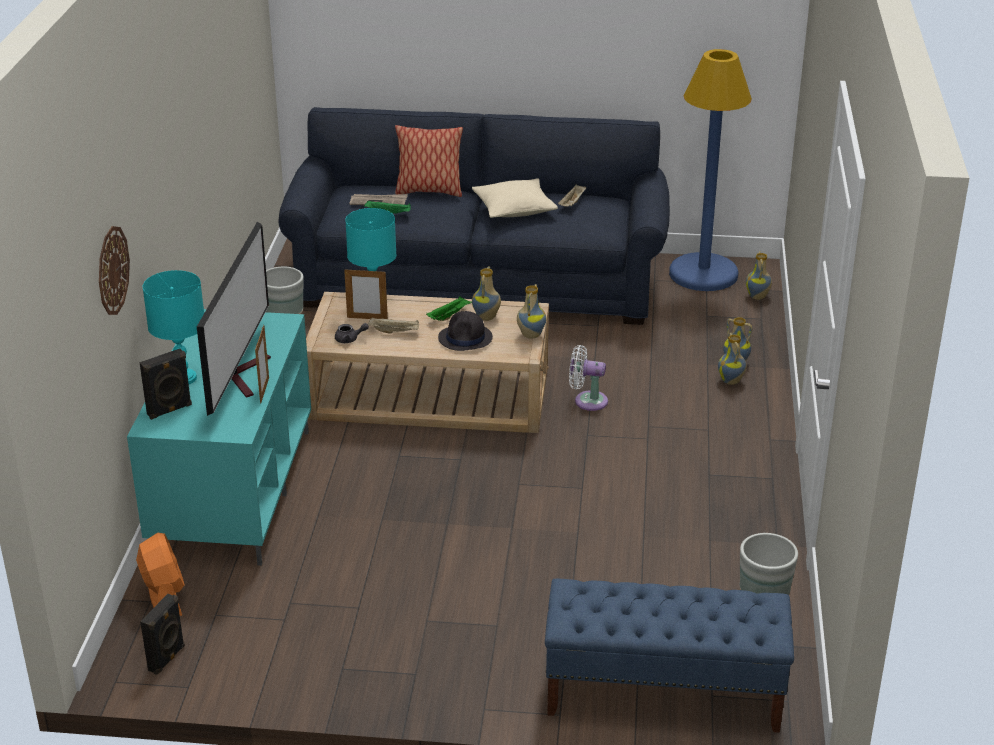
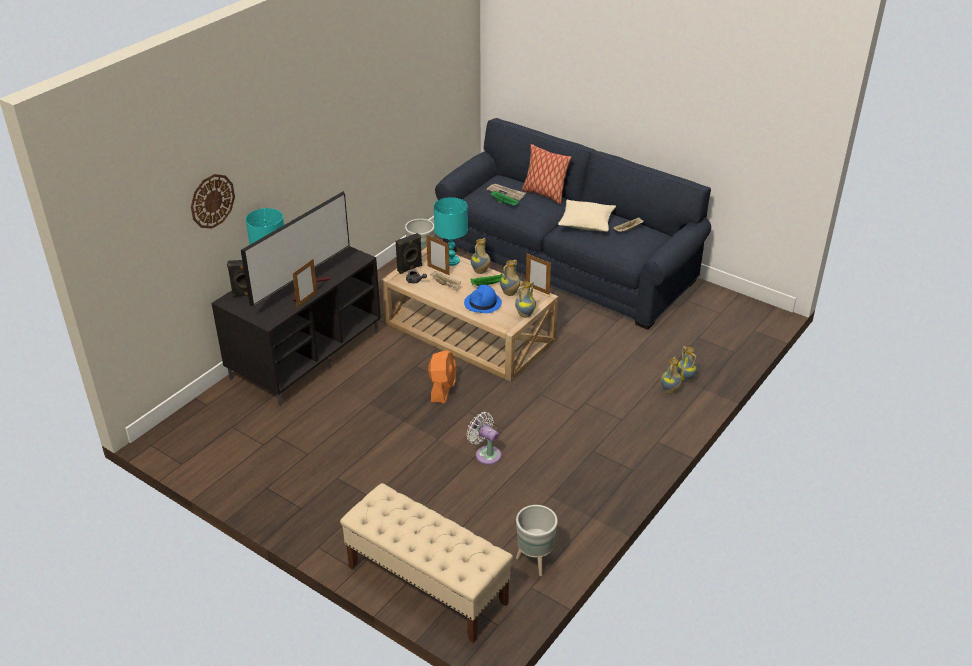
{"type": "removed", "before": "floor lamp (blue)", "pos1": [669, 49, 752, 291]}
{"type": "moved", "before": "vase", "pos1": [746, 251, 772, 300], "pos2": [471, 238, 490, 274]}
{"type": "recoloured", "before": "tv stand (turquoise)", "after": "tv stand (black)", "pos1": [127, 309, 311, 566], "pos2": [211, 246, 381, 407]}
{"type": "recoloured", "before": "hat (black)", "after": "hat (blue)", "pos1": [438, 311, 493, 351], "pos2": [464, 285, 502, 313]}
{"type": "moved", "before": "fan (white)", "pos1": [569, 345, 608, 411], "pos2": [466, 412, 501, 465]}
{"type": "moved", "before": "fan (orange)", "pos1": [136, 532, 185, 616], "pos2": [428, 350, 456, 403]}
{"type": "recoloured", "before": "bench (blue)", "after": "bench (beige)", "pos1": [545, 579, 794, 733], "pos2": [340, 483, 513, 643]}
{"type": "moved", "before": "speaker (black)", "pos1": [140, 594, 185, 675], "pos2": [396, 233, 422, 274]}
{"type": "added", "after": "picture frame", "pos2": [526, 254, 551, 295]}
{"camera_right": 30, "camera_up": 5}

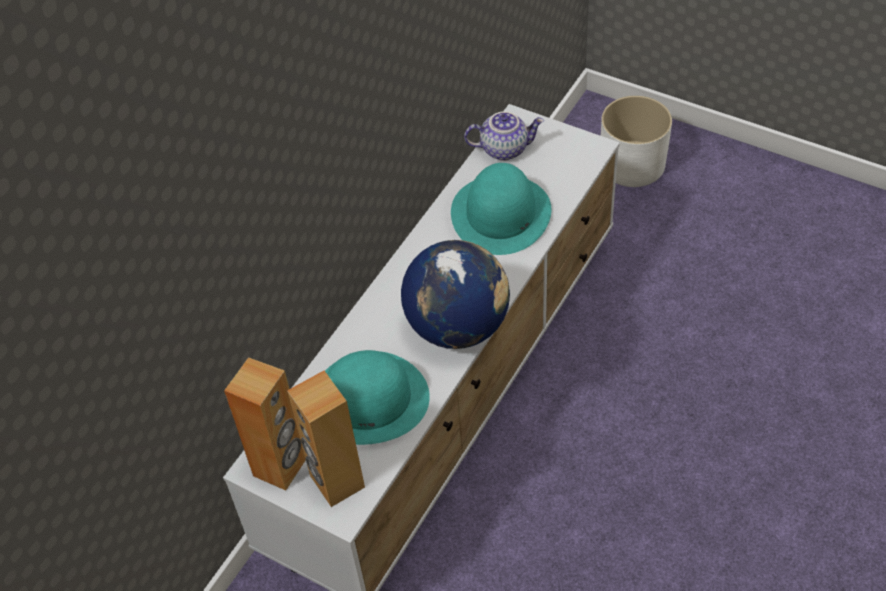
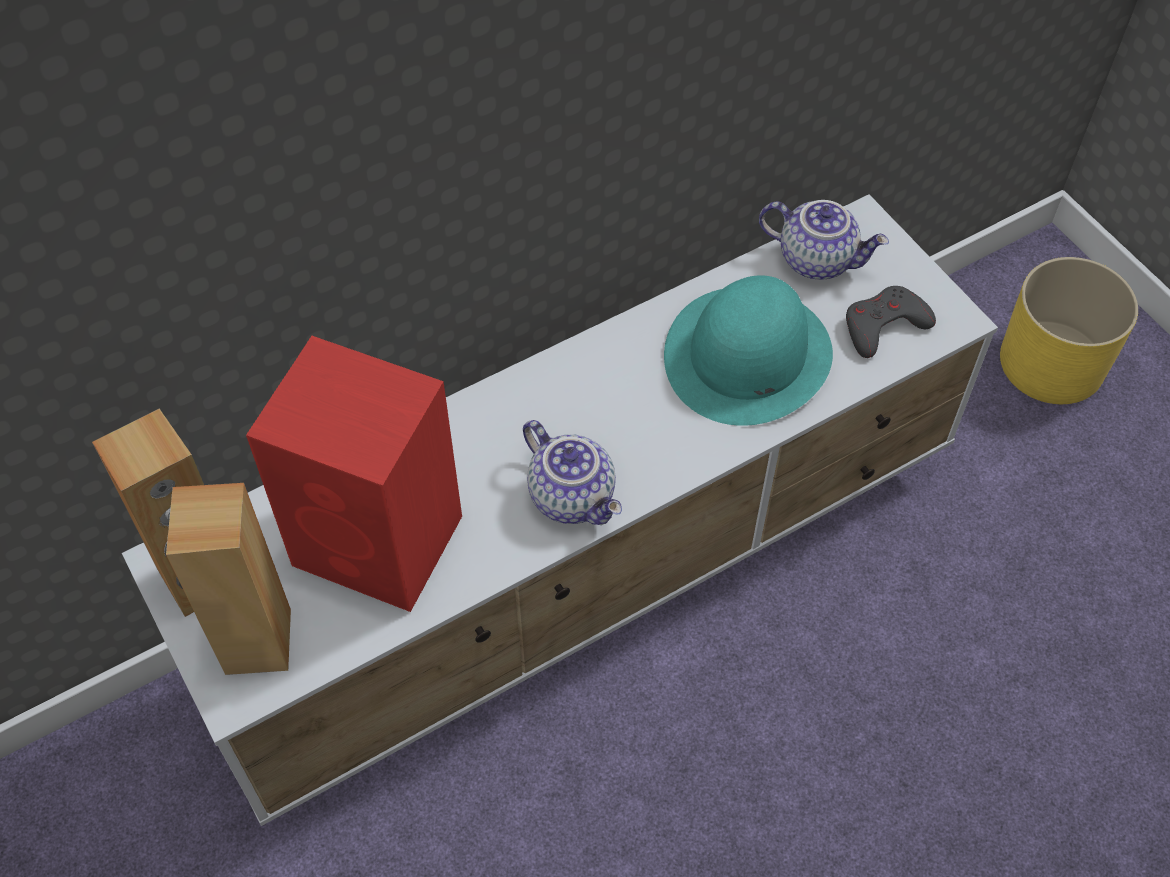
{"type": "recoloured", "before": "planter (white)", "after": "planter (yellow)", "pos1": [601, 96, 672, 187], "pos2": [1000, 257, 1138, 404]}
{"type": "replaced", "before": "globe", "after": "teapot", "pos1": [401, 240, 510, 349], "pos2": [523, 420, 622, 525]}
{"type": "replaced", "before": "hat (turquoise)", "after": "speaker (red)", "pos1": [325, 350, 430, 445], "pos2": [246, 336, 462, 612]}
{"type": "added", "after": "game controller (grey)", "pos2": [846, 286, 936, 358]}
{"camera_right": 25, "camera_up": 5}

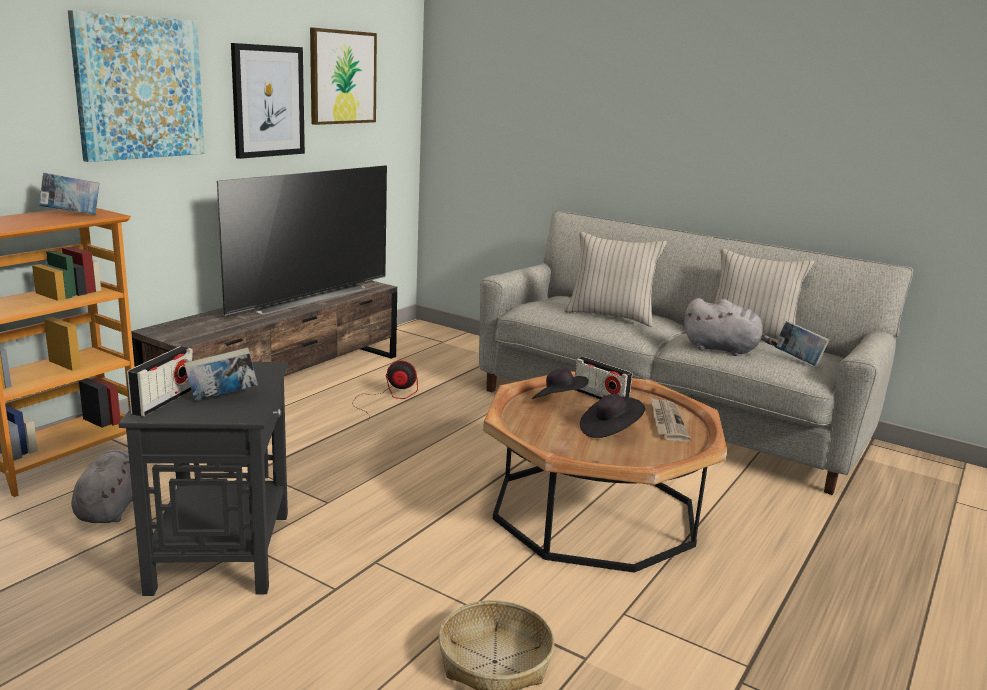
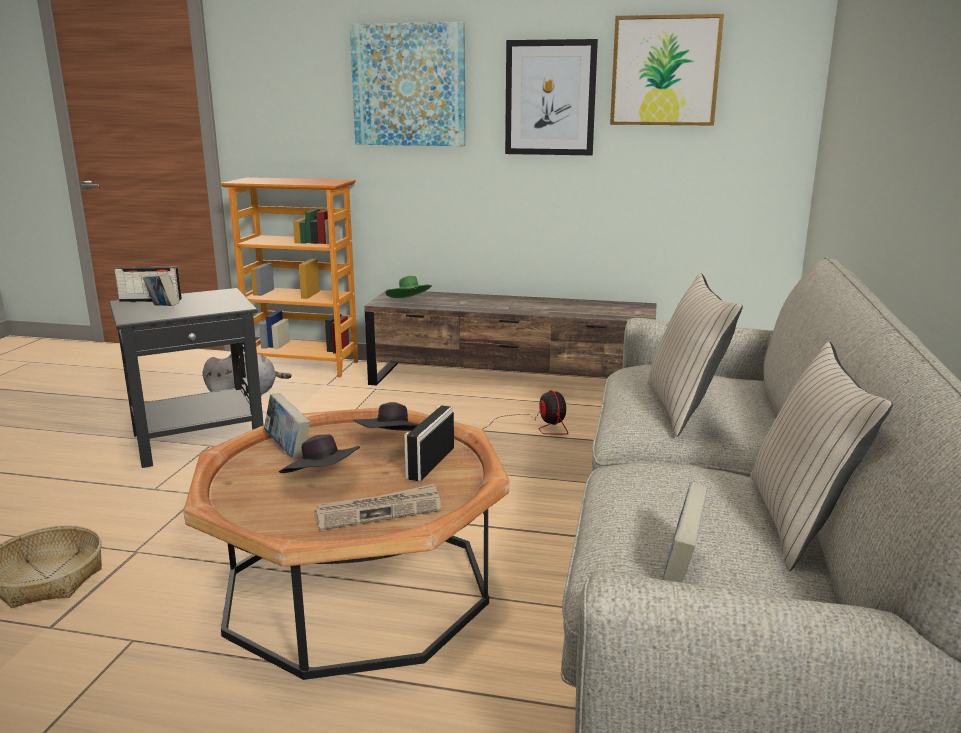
{"type": "removed", "before": "television", "pos1": [217, 165, 387, 316]}
{"type": "moved", "before": "book", "pos1": [39, 173, 99, 215], "pos2": [264, 394, 310, 459]}
{"type": "removed", "before": "plush toy (grey)", "pos1": [684, 298, 778, 356]}
{"type": "added", "after": "hat (green)", "pos2": [386, 276, 432, 298]}
{"camera_right": 70, "camera_up": 0}

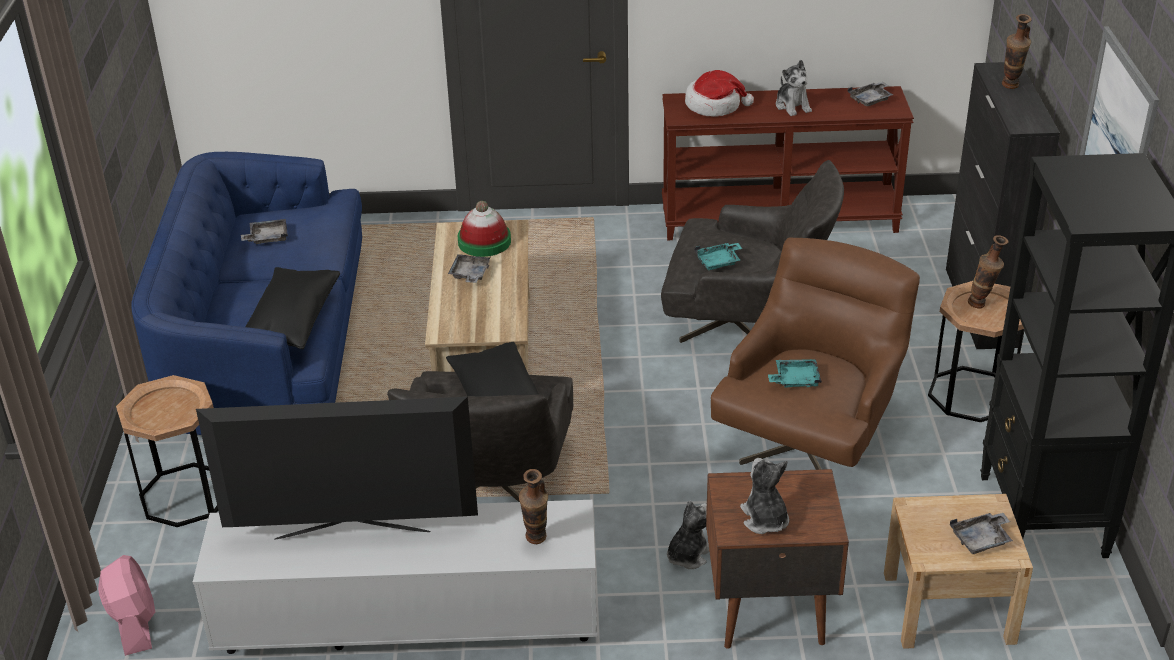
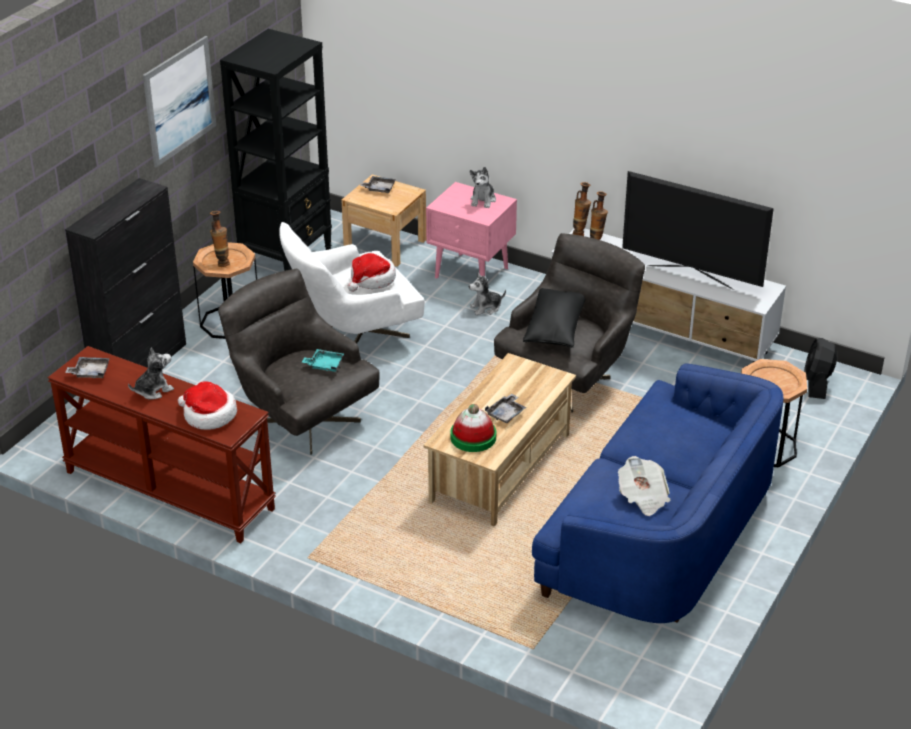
{"type": "moved", "before": "vase", "pos1": [1002, 14, 1032, 89], "pos2": [572, 182, 591, 236]}
{"type": "turned", "before": "plush toy", "pos1": [776, 60, 812, 116], "pos2": [128, 347, 174, 400], "turn": 45}
{"type": "replaced", "before": "tray (grey)", "after": "newspaper", "pos1": [241, 219, 288, 244], "pos2": [618, 456, 670, 516]}
{"type": "recoloured", "before": "armchair (brown)", "after": "armchair (white)", "pos1": [711, 238, 920, 470], "pos2": [279, 222, 425, 343]}
{"type": "removed", "before": "pillow (black)", "pos1": [245, 267, 340, 349]}
{"type": "replaced", "before": "tray (turquoise)", "after": "hat", "pos1": [768, 359, 822, 387], "pos2": [348, 253, 396, 292]}
{"type": "recoloured", "before": "nightstand (brown)", "after": "nightstand (pink)", "pos1": [706, 469, 849, 649], "pos2": [426, 182, 517, 278]}
{"type": "recoloured", "before": "fan (pink)", "after": "fan (black)", "pos1": [98, 555, 155, 656], "pos2": [804, 338, 837, 399]}
{"camera_right": -150, "camera_up": 0}

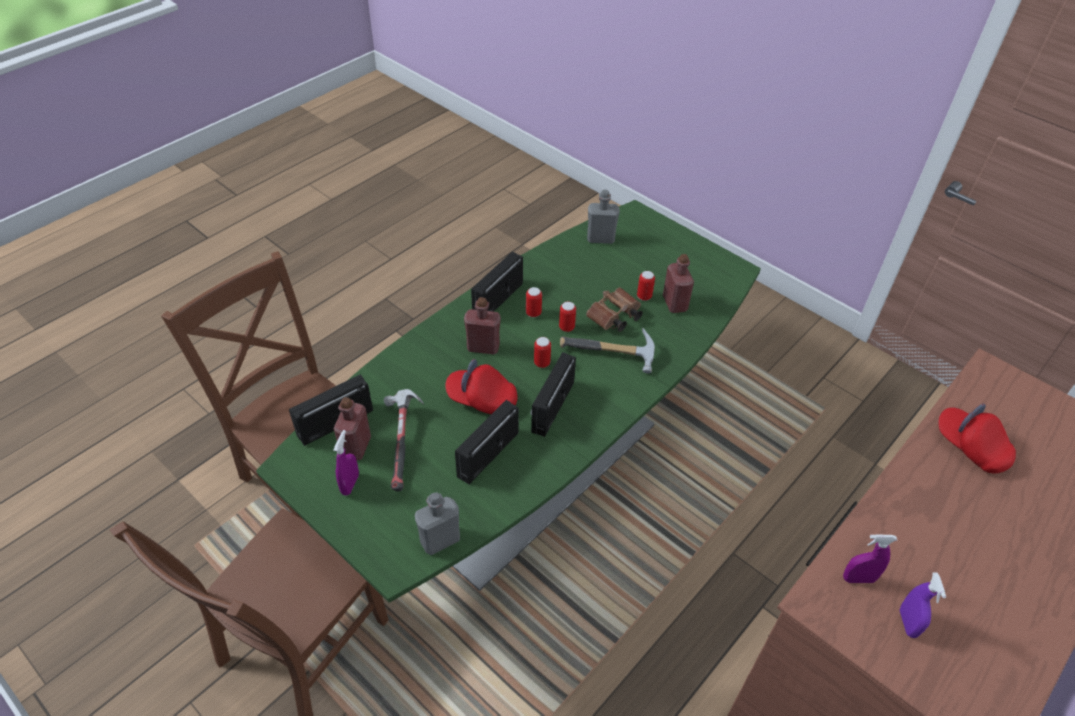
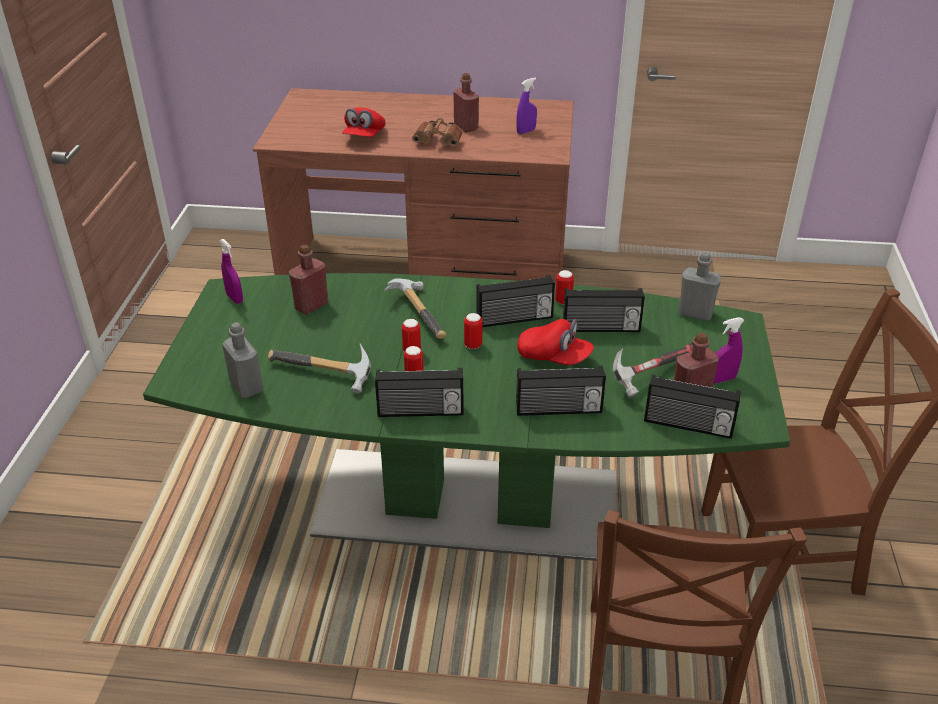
{"type": "moved", "before": "can", "pos1": [637, 271, 655, 301], "pos2": [555, 270, 574, 305]}
{"type": "moved", "before": "binoculars (brown)", "pos1": [586, 287, 643, 332], "pos2": [412, 117, 462, 146]}
{"type": "moved", "before": "bottle (red)", "pos1": [464, 297, 501, 355], "pos2": [453, 73, 479, 132]}
{"type": "turned", "before": "cap (red)", "pos1": [445, 359, 517, 414], "pos2": [517, 319, 594, 365], "turn": -45}
{"type": "moved", "before": "spray bottle (purple)", "pos1": [843, 535, 897, 583], "pos2": [219, 239, 243, 304]}
{"type": "added", "after": "hammer", "pos2": [268, 343, 371, 394]}
{"type": "added", "after": "radio", "pos2": [516, 366, 606, 416]}
{"camera_right": -125, "camera_up": -10}

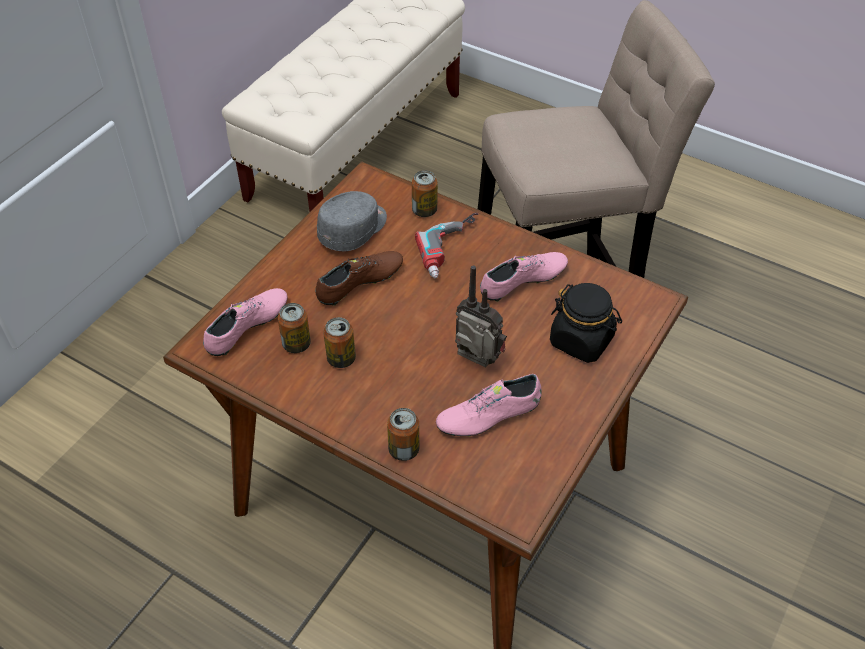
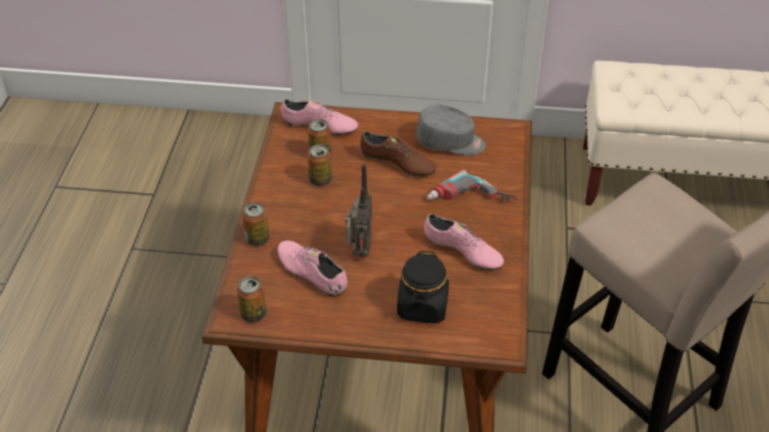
{"type": "moved", "before": "can", "pos1": [412, 170, 438, 217], "pos2": [237, 276, 267, 322]}
{"camera_right": 65, "camera_up": -5}

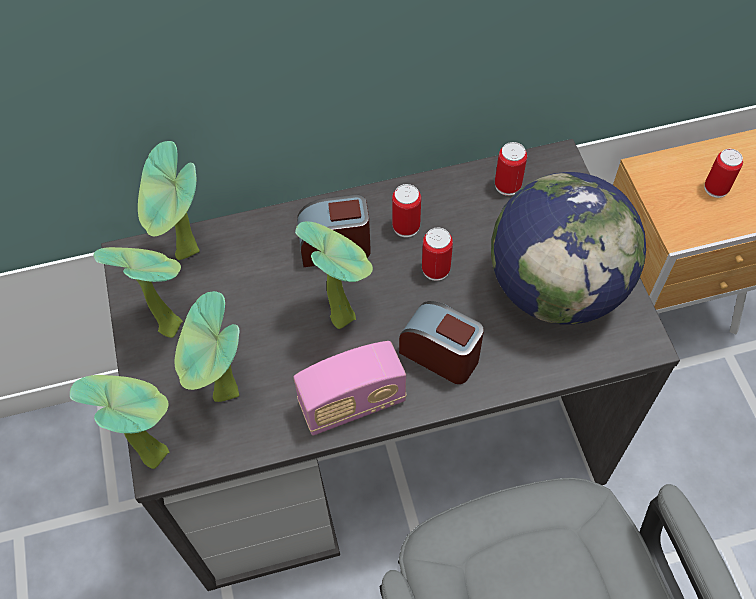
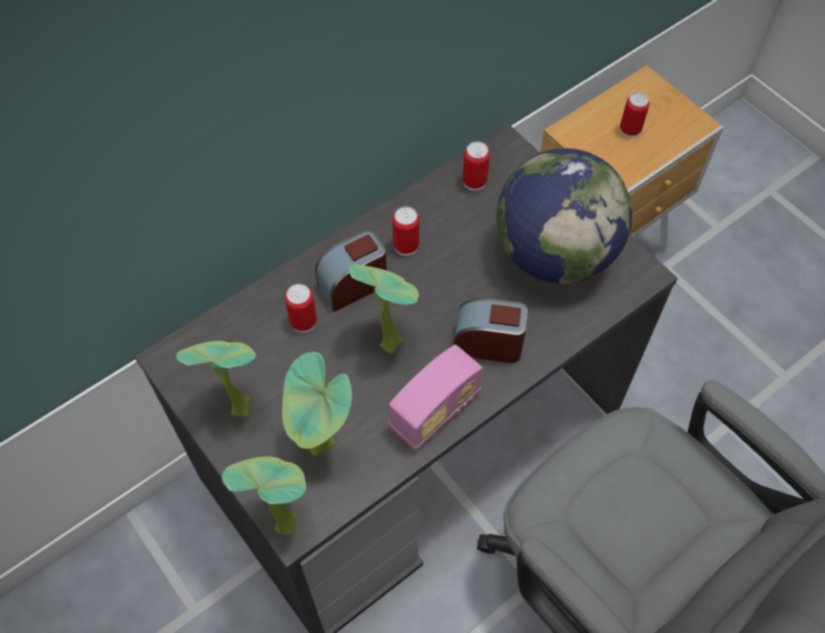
{"type": "removed", "before": "potted plant", "pos1": [138, 141, 200, 260]}
{"type": "moved", "before": "can", "pos1": [422, 228, 453, 281], "pos2": [285, 284, 317, 333]}
{"camera_right": -25, "camera_up": 0}

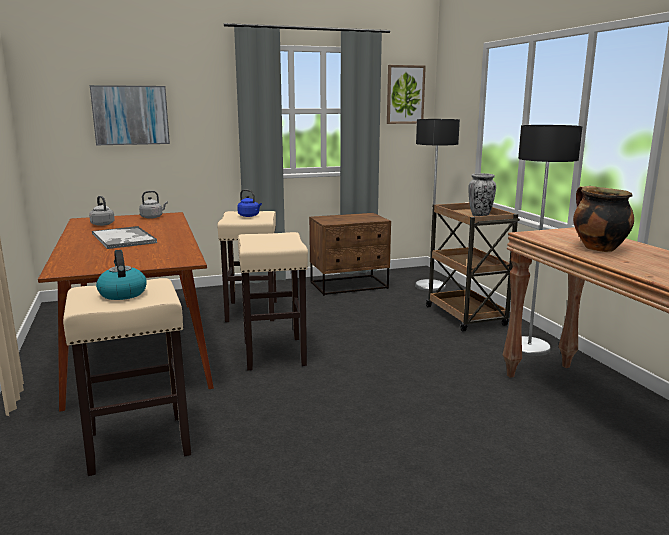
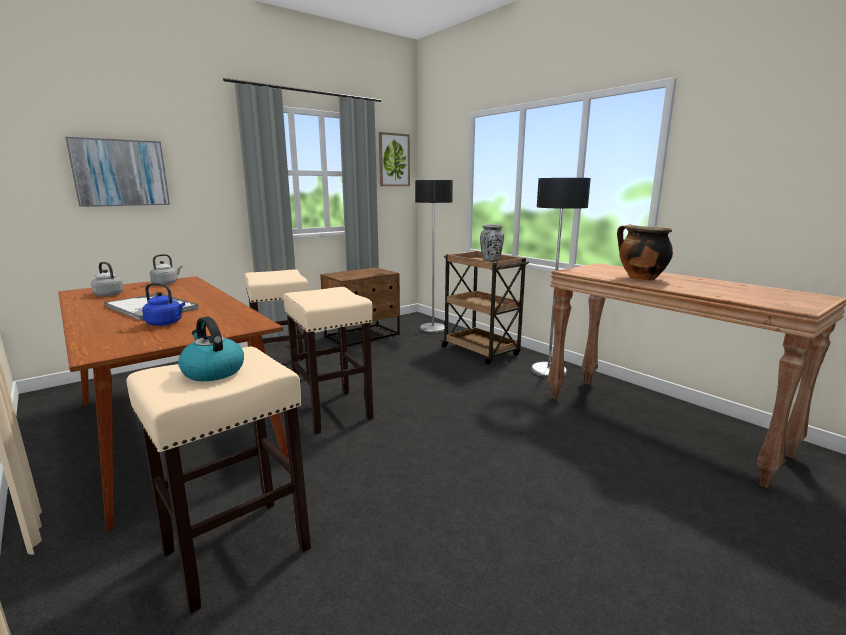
{"type": "moved", "before": "kettle (blue)", "pos1": [237, 189, 262, 217], "pos2": [142, 283, 185, 326]}
{"camera_right": -20, "camera_up": 0}

